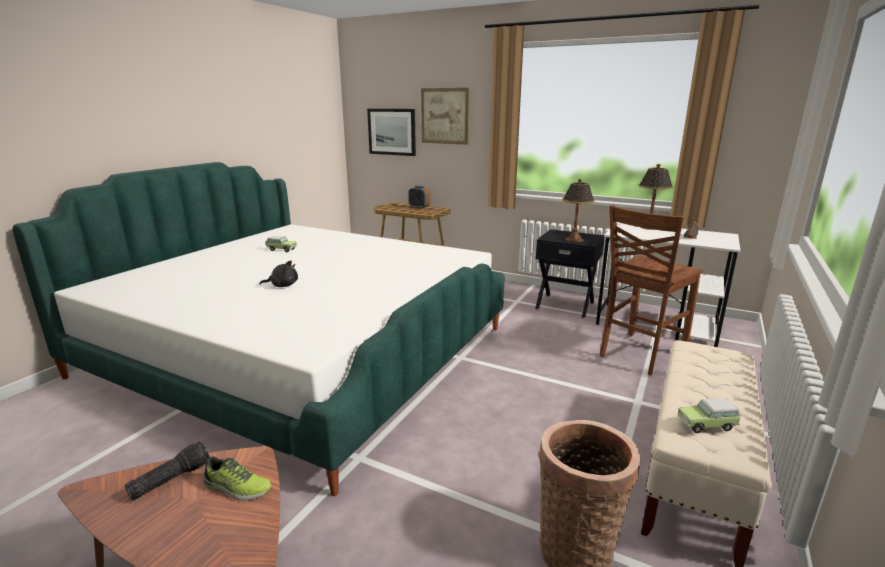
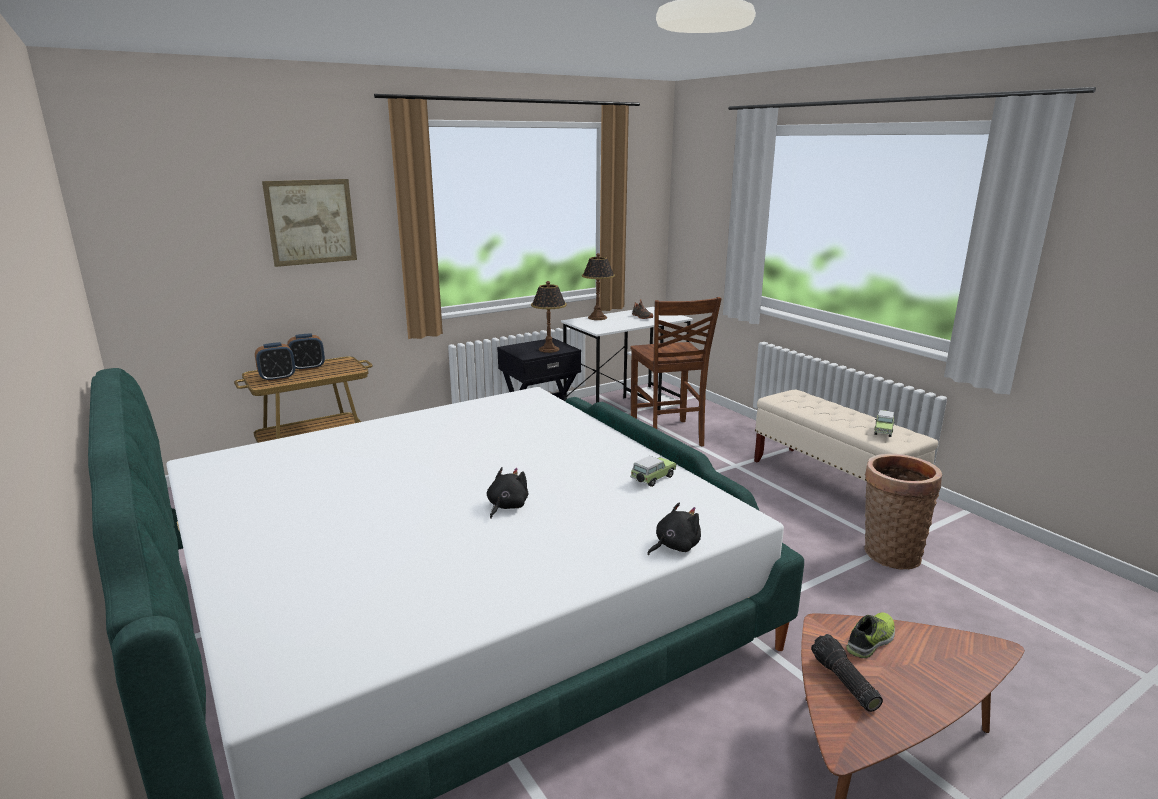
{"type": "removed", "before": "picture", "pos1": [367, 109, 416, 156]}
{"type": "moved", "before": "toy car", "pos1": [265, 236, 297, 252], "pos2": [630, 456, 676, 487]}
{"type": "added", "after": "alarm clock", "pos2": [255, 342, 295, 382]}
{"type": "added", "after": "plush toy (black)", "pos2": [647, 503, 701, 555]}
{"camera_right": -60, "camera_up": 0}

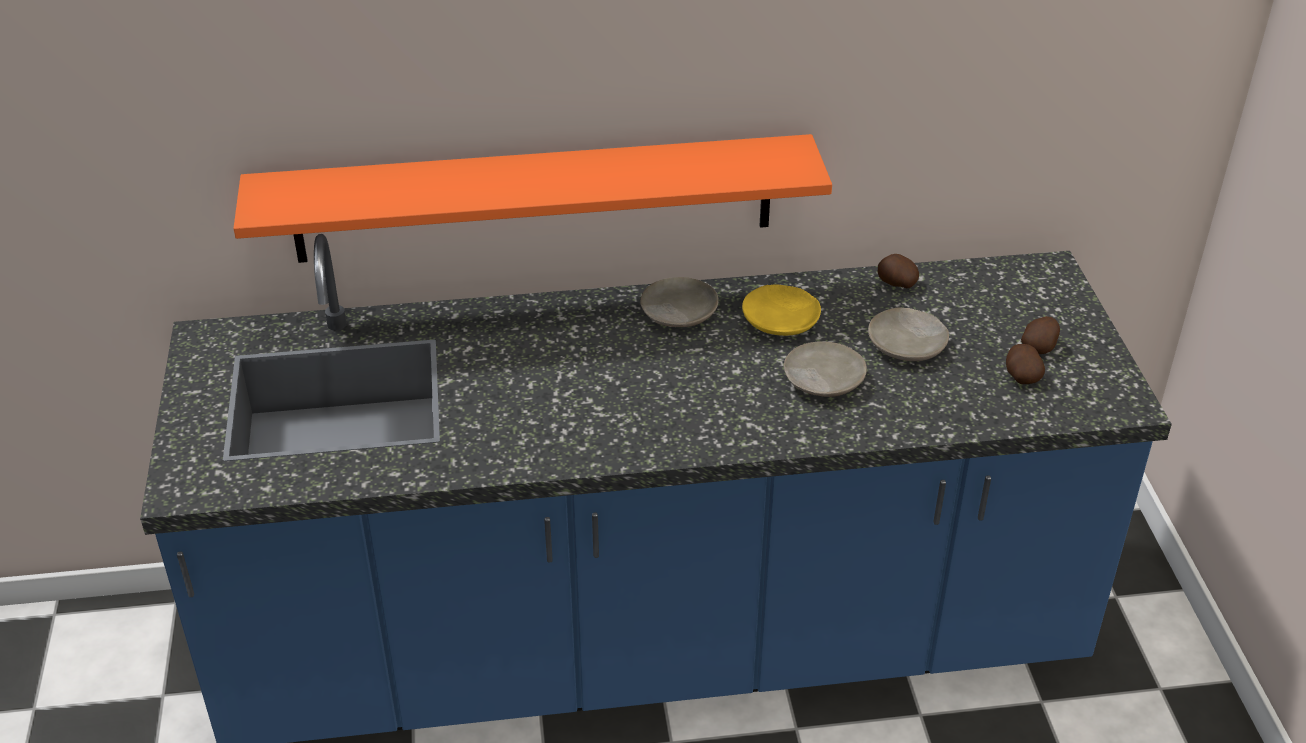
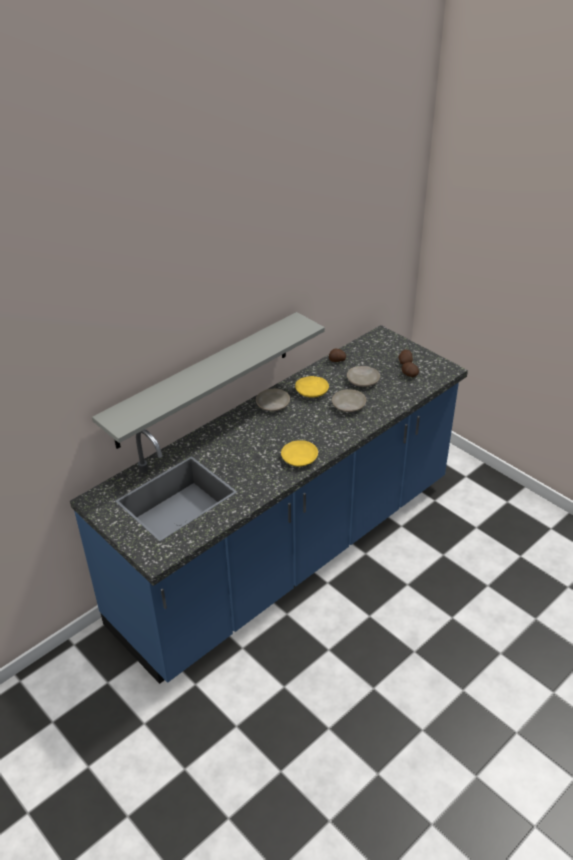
{"type": "recoloured", "before": "shelf (orange)", "after": "shelf (grey)", "pos1": [233, 134, 832, 263], "pos2": [92, 312, 325, 449]}
{"type": "added", "after": "plate (yellow)", "pos2": [281, 440, 318, 467]}
{"camera_right": -35, "camera_up": 0}

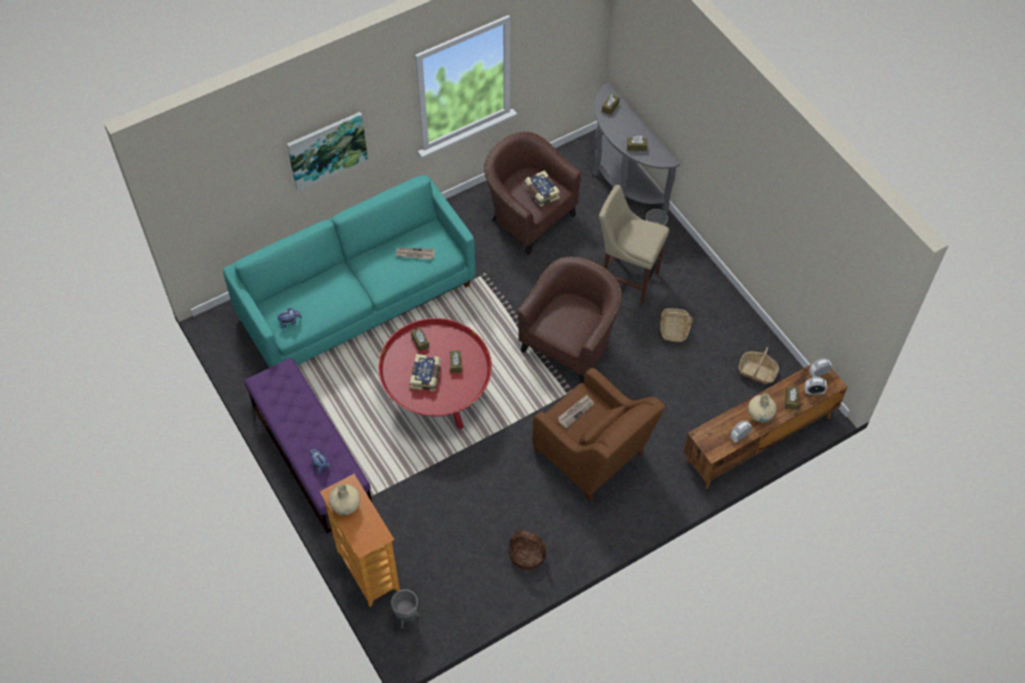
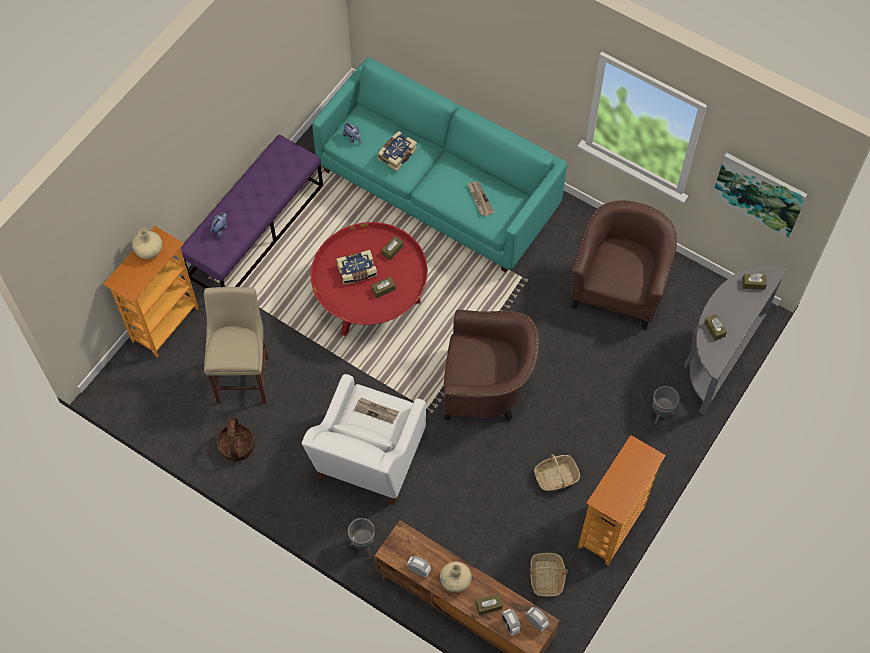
{"type": "moved", "before": "picture", "pos1": [287, 112, 368, 191], "pos2": [711, 153, 807, 238]}
{"type": "moved", "before": "book", "pos1": [525, 170, 560, 207], "pos2": [377, 131, 417, 171]}
{"type": "moved", "before": "stool (beige)", "pos1": [599, 185, 670, 305], "pos2": [204, 287, 269, 404]}
{"type": "recoloured", "before": "armchair (brown)", "after": "armchair (white)", "pos1": [533, 368, 666, 502], "pos2": [302, 374, 426, 505]}
{"type": "moved", "before": "planter (grey)", "pos1": [391, 589, 420, 629], "pos2": [348, 518, 375, 556]}
{"type": "added", "after": "bookcase", "pos2": [578, 435, 666, 566]}
{"camera_right": 65, "camera_up": 5}

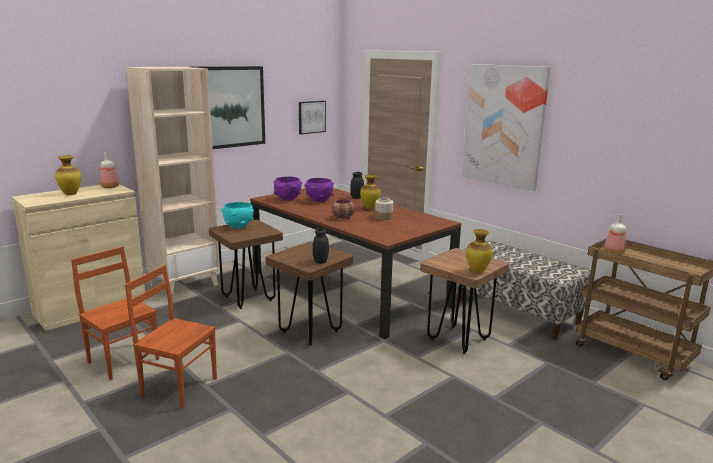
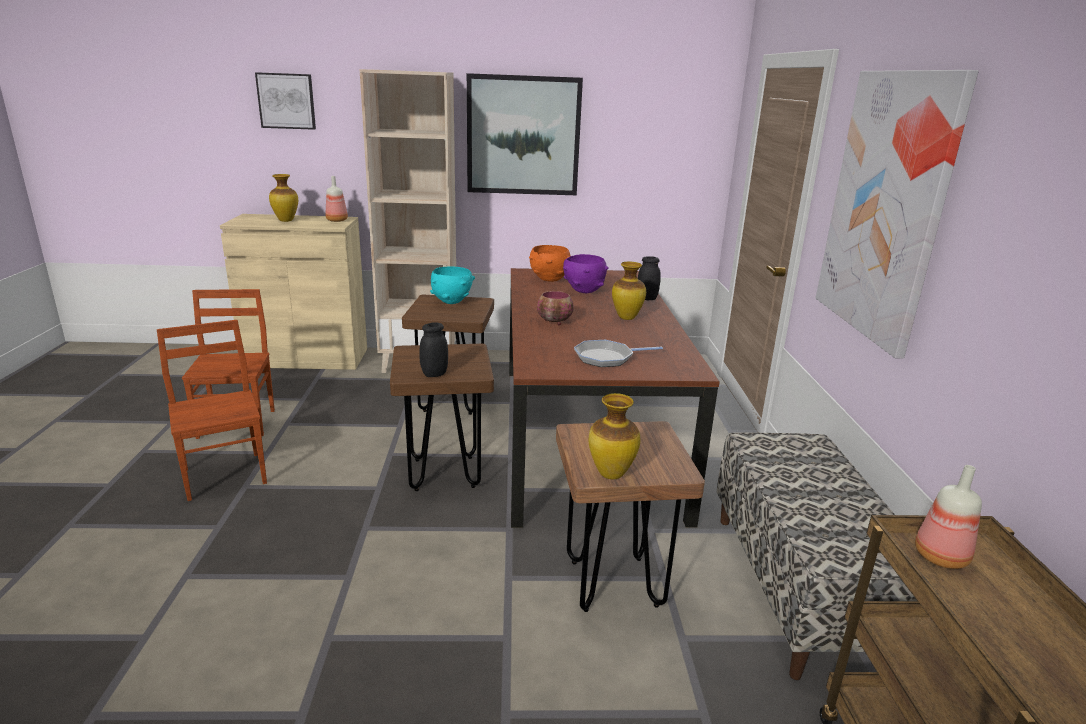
{"type": "moved", "before": "picture", "pos1": [299, 101, 326, 134], "pos2": [255, 72, 316, 130]}
{"type": "recoloured", "before": "bowl (purple)", "after": "bowl (orange)", "pos1": [274, 177, 303, 201], "pos2": [529, 245, 570, 282]}
{"type": "removed", "before": "jar", "pos1": [375, 197, 393, 220]}
{"type": "added", "after": "frying pan", "pos2": [574, 340, 663, 367]}
{"camera_right": 40, "camera_up": 5}

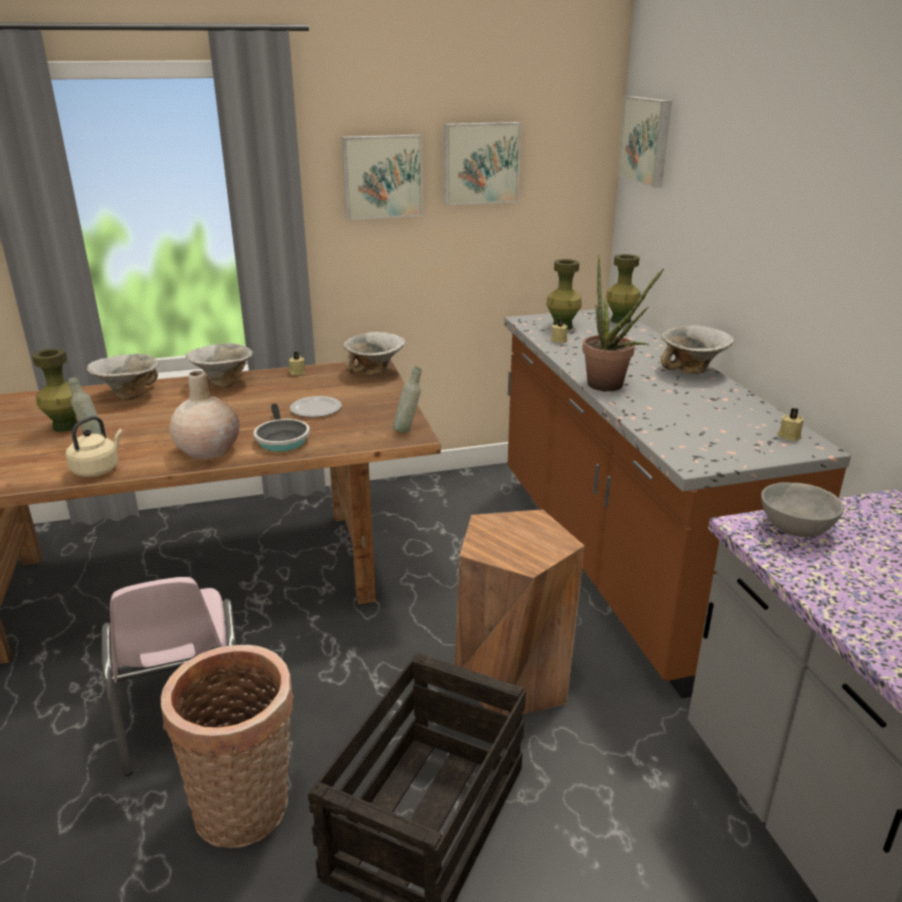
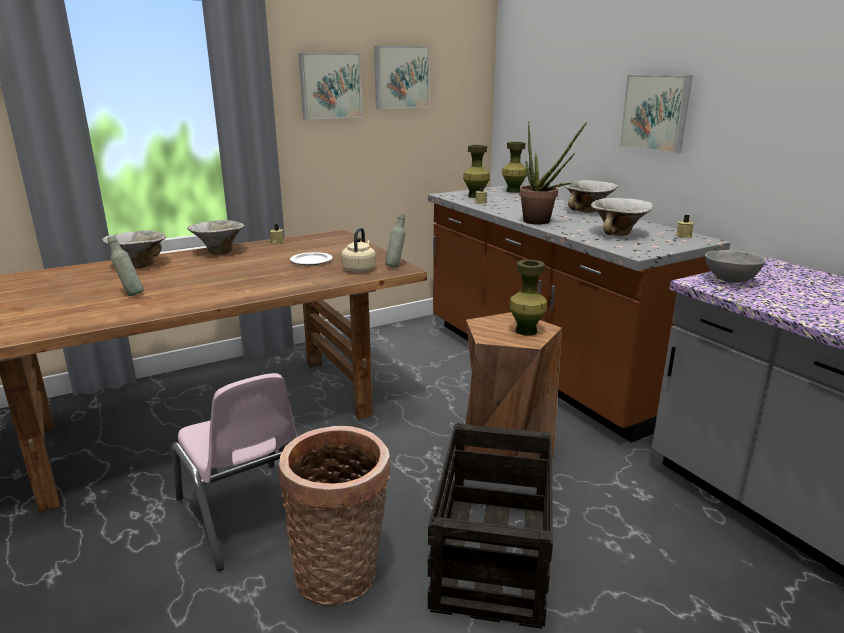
{"type": "moved", "before": "picture", "pos1": [618, 96, 672, 187], "pos2": [620, 75, 693, 154]}
{"type": "moved", "before": "bowl", "pos1": [343, 332, 406, 375], "pos2": [591, 198, 653, 236]}
{"type": "moved", "before": "vase (green)", "pos1": [32, 348, 78, 432], "pos2": [509, 260, 547, 336]}
{"type": "removed", "before": "vase (beige)", "pos1": [169, 371, 240, 459]}
{"type": "removed", "before": "frying pan", "pos1": [253, 403, 310, 452]}
{"type": "moved", "before": "kettle (beige)", "pos1": [66, 416, 123, 477], "pos2": [341, 228, 376, 272]}
{"camera_right": -15, "camera_up": -5}

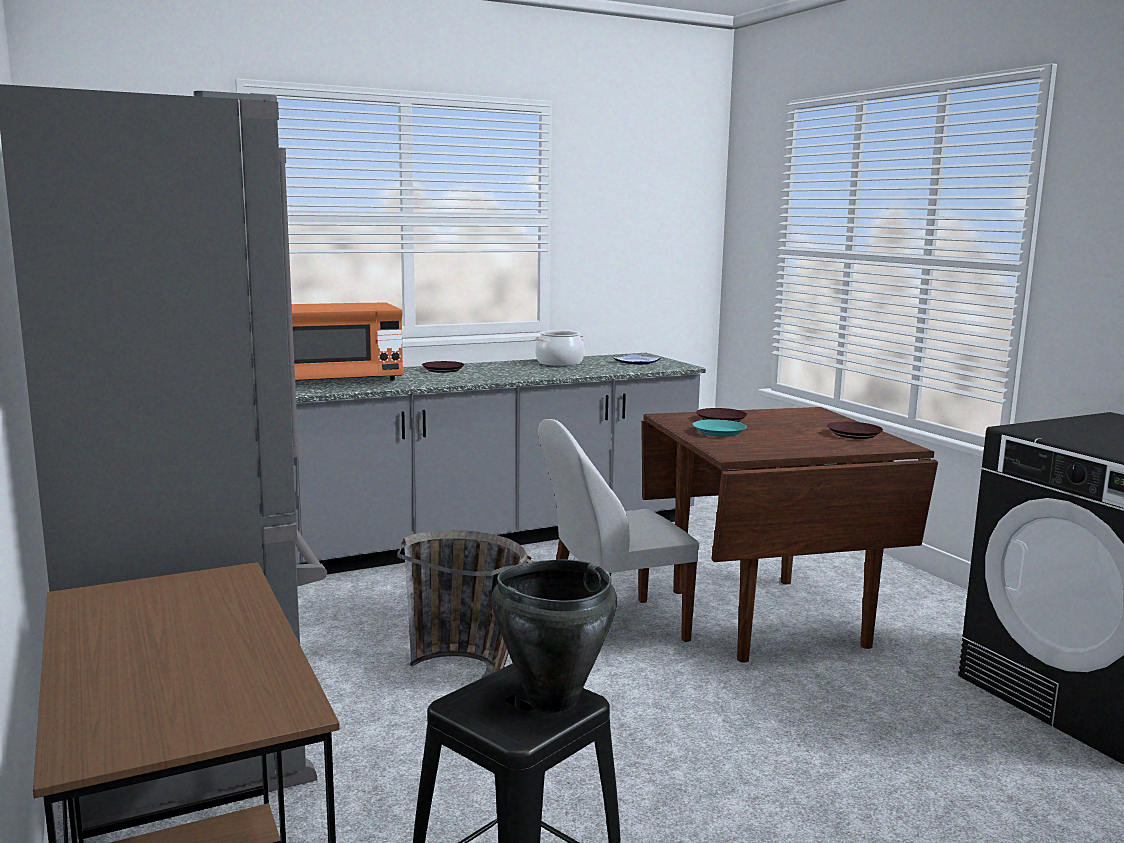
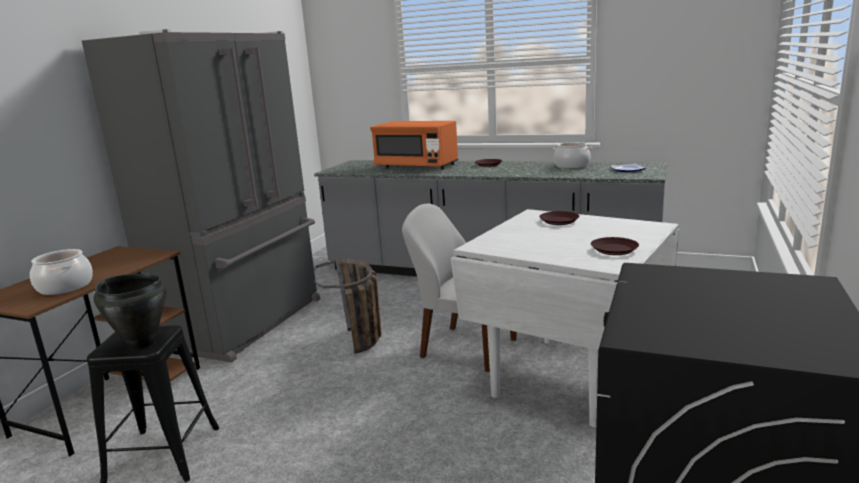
{"type": "recoloured", "before": "dining table (brown)", "after": "dining table (white)", "pos1": [641, 407, 938, 662], "pos2": [451, 209, 679, 427]}
{"type": "removed", "before": "plate (turquoise)", "pos1": [692, 419, 747, 437]}
{"type": "added", "after": "cooking pot", "pos2": [30, 249, 93, 295]}
{"camera_right": 50, "camera_up": 5}

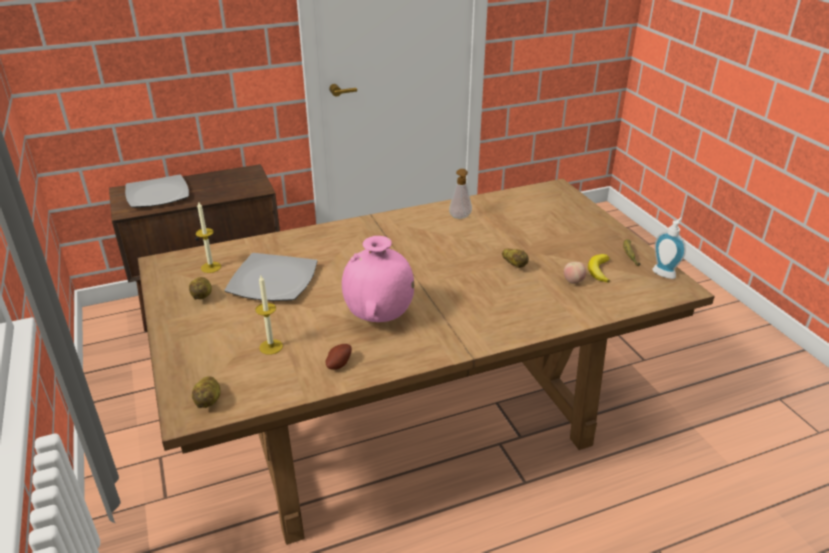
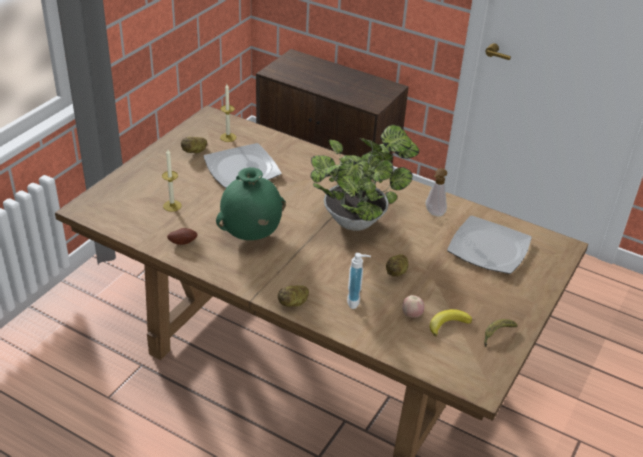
{"type": "moved", "before": "plate", "pos1": [125, 174, 189, 208], "pos2": [447, 216, 532, 274]}
{"type": "moved", "before": "soap dispenser", "pos1": [652, 218, 686, 279], "pos2": [347, 253, 371, 309]}
{"type": "recoloured", "before": "vase (pink)", "after": "vase (green)", "pos1": [342, 236, 414, 322], "pos2": [216, 167, 286, 240]}
{"type": "moved", "before": "potato", "pos1": [192, 376, 221, 408], "pos2": [278, 285, 309, 307]}
{"type": "added", "after": "potted plant", "pos2": [311, 125, 419, 231]}
{"camera_right": 50, "camera_up": 5}

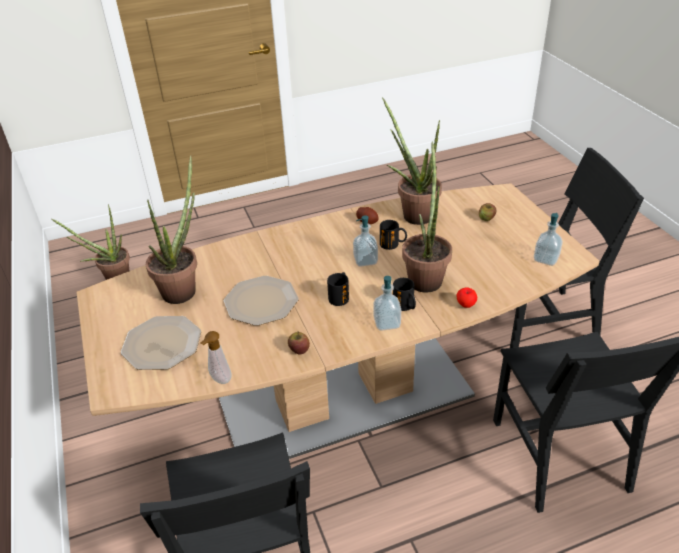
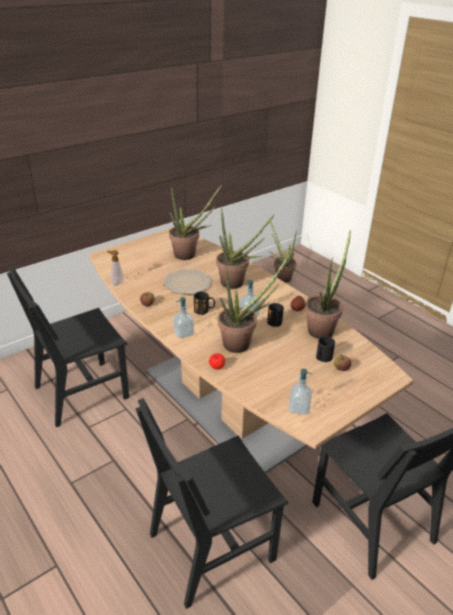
{"type": "moved", "before": "mug (black)", "pos1": [393, 278, 416, 311], "pos2": [316, 336, 335, 362]}
{"type": "removed", "before": "plate", "pos1": [121, 316, 201, 370]}
{"type": "added", "after": "potted plant", "pos2": [216, 207, 275, 289]}
{"camera_right": 70, "camera_up": -5}

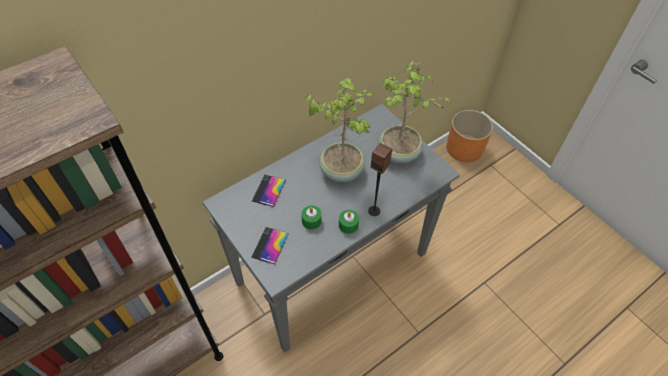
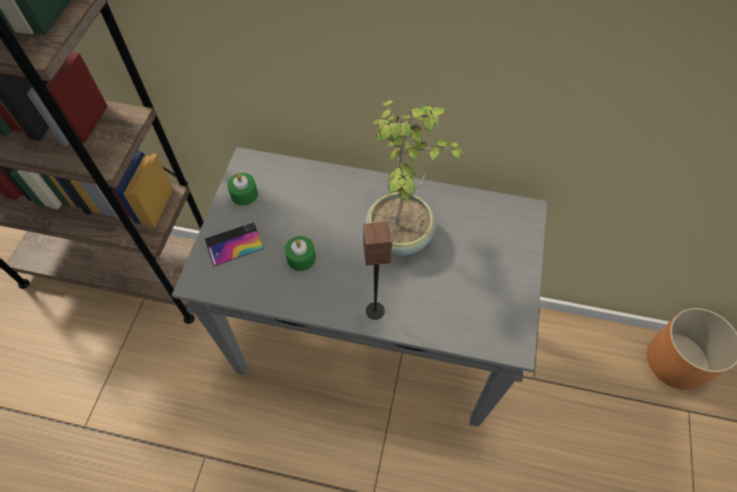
{"type": "removed", "before": "potted plant", "pos1": [378, 61, 451, 163]}
{"type": "removed", "before": "phone", "pos1": [252, 175, 286, 207]}
{"type": "moved", "before": "candle (green)", "pos1": [339, 210, 359, 234], "pos2": [227, 173, 258, 206]}
{"camera_right": 50, "camera_up": 5}

